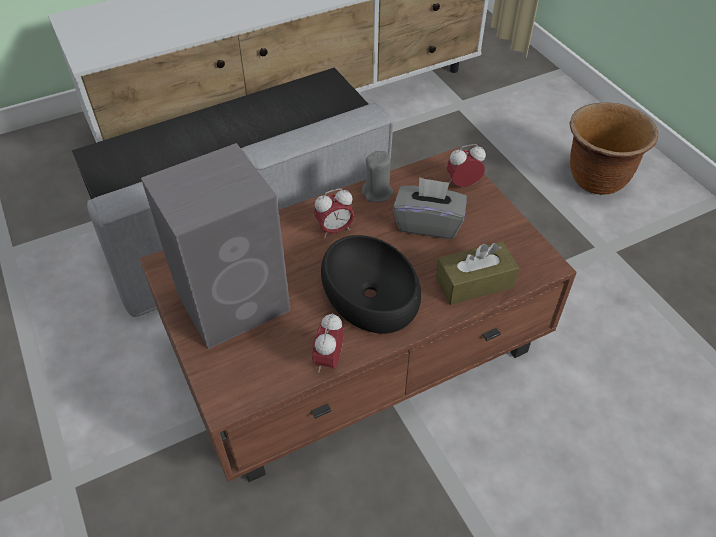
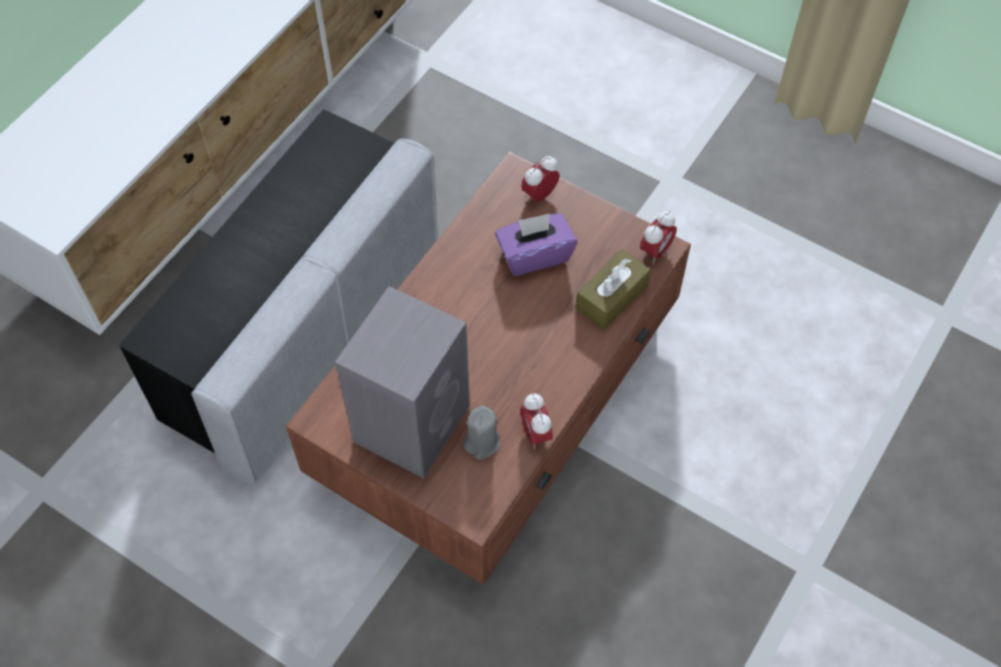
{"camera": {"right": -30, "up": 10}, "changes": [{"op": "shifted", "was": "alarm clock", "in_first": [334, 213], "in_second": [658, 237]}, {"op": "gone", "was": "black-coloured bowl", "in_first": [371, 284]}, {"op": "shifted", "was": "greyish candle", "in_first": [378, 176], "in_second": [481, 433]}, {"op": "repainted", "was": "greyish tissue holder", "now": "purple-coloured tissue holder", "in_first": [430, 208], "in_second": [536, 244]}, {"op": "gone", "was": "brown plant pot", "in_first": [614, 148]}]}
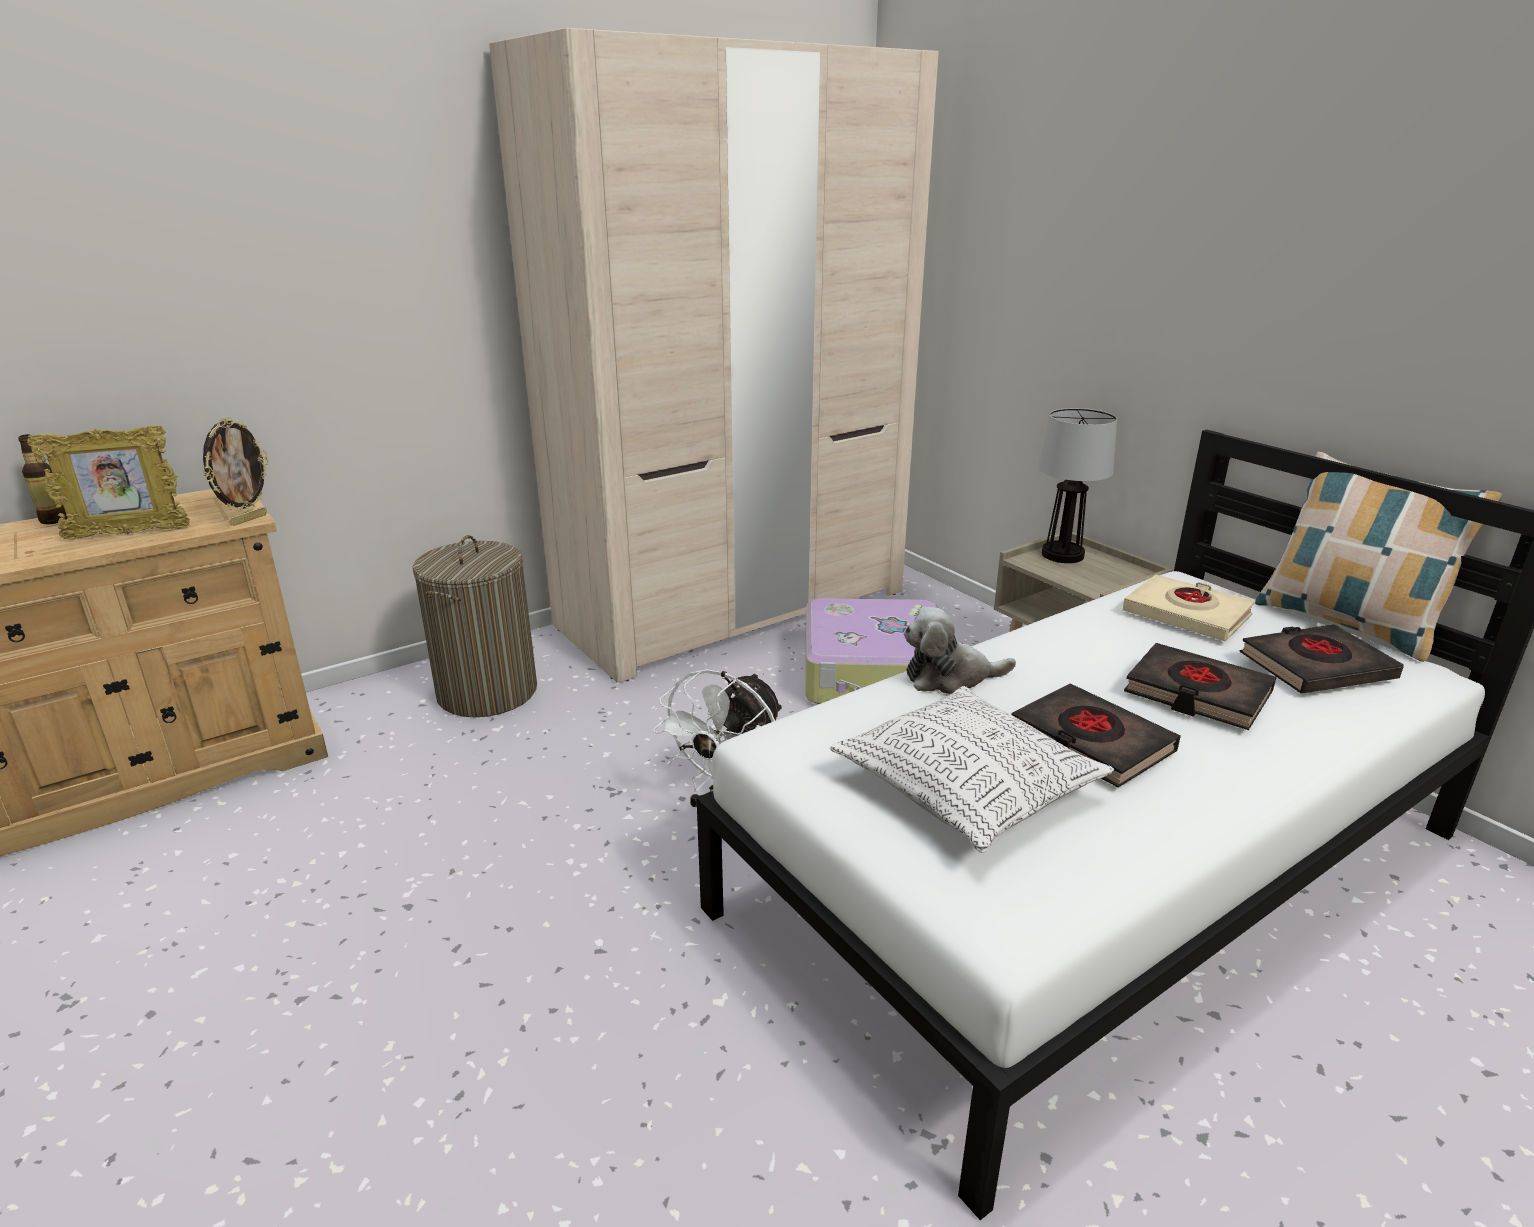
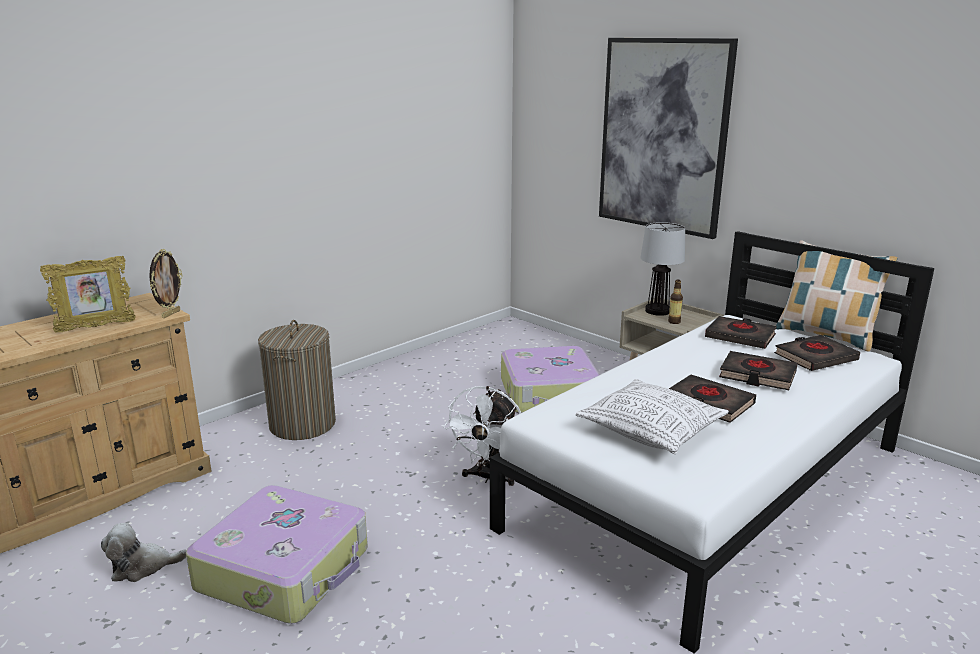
{"camera": {"right": -10, "up": -5}, "changes": [{"op": "shifted", "was": "drink bottle", "in_first": [43, 479], "in_second": [675, 302]}, {"op": "gone", "was": "beige-coloured wardrobe", "in_first": [714, 355]}, {"op": "shifted", "was": "plush toy", "in_first": [960, 650], "in_second": [144, 552]}, {"op": "repainted", "was": "beige-coloured book", "now": "black-coloured book", "in_first": [1188, 608], "in_second": [741, 332]}, {"op": "new", "now": "travel case", "in_second": [277, 554]}, {"op": "new", "now": "picture", "in_second": [668, 138]}]}
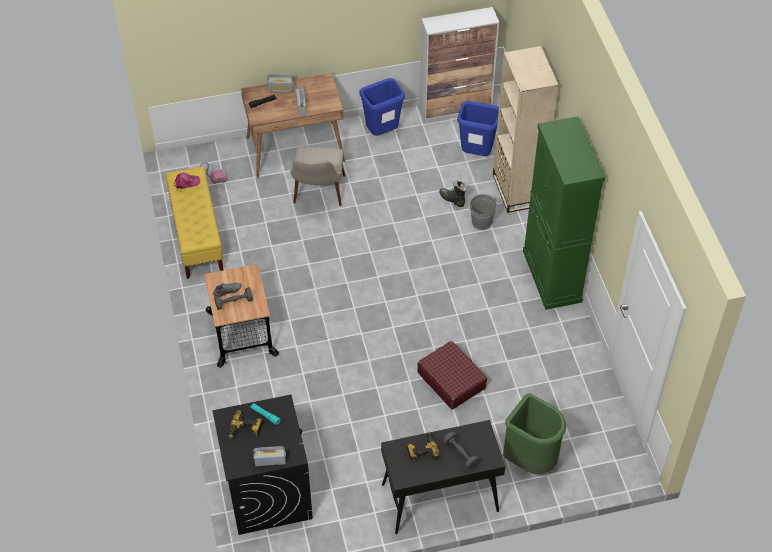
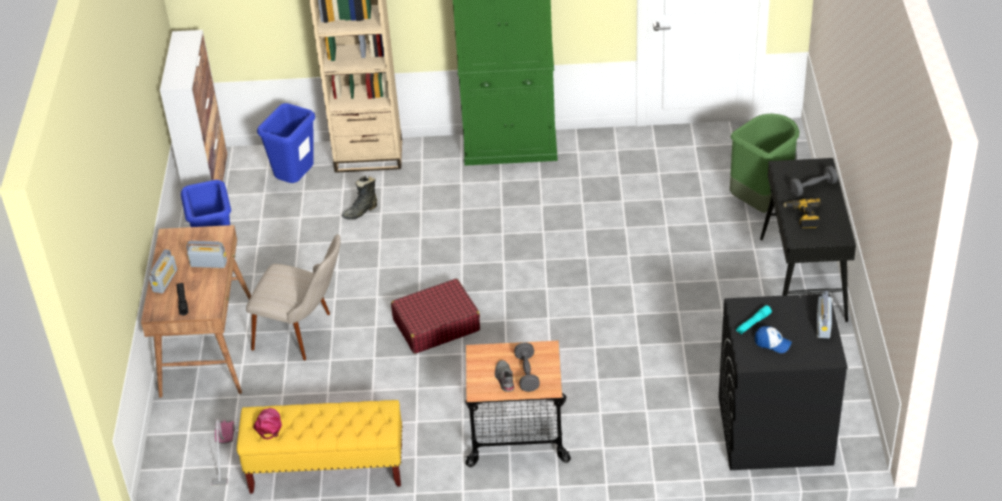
{"camera": {"right": -75, "up": -10}, "changes": [{"op": "swapped", "was": "drill", "now": "baseball cap", "in_first": [246, 424], "in_second": [773, 339]}, {"op": "shifted", "was": "red travel case", "in_first": [452, 375], "in_second": [435, 316]}, {"op": "gone", "was": "greyish pail", "in_first": [483, 212]}]}
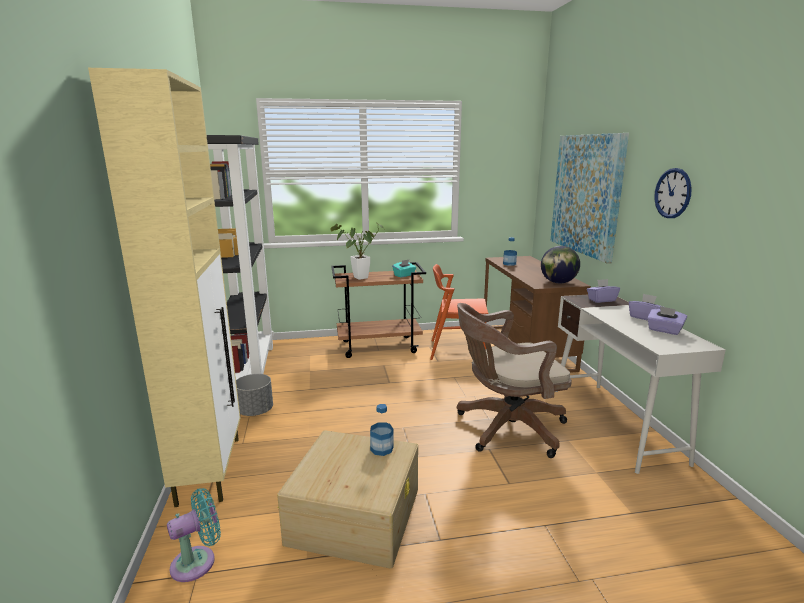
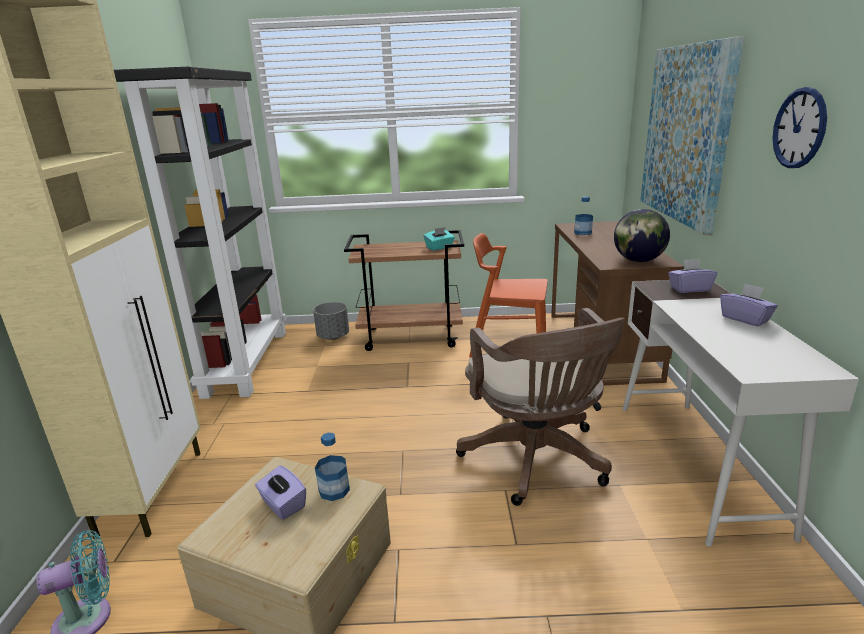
{"camera": {"right": 10, "up": 5}, "changes": [{"op": "shifted", "was": "greyish plant pot", "in_first": [254, 395], "in_second": [331, 321]}, {"op": "gone", "was": "potted plant", "in_first": [357, 252]}, {"op": "rotated", "was": "brown computer chair", "in_first": [514, 380], "in_second": [540, 407], "clockwise": -105}, {"op": "shifted", "was": "purple-coloured tissue holder", "in_first": [667, 320], "in_second": [280, 493]}]}
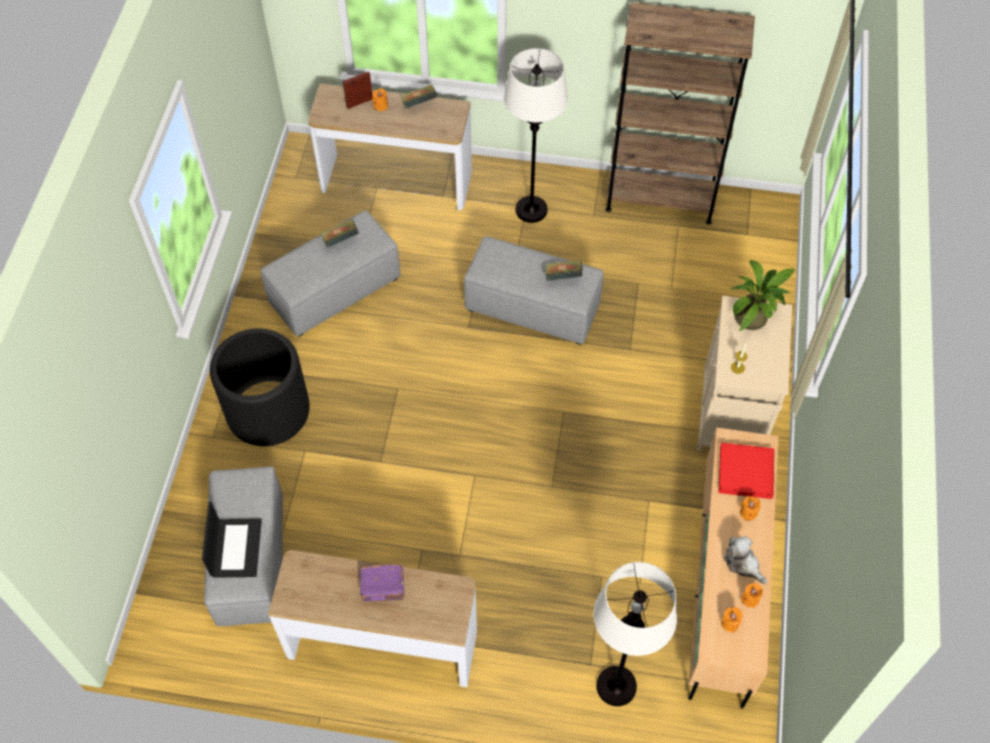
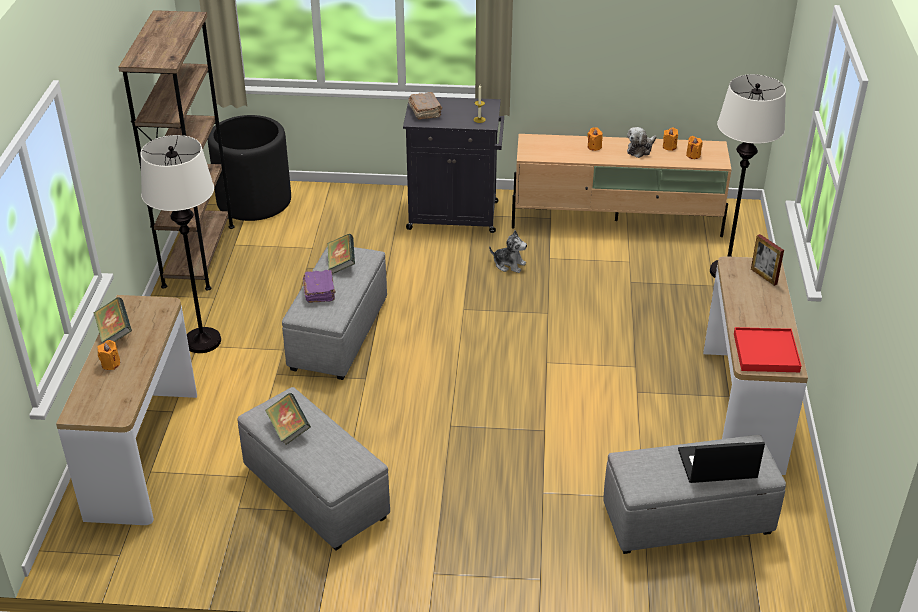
{"camera": {"right": -95, "up": -20}, "changes": [{"op": "shifted", "was": "black-coloured plant pot", "in_first": [260, 387], "in_second": [249, 168]}, {"op": "shifted", "was": "photo frame", "in_first": [358, 90], "in_second": [767, 260]}, {"op": "shifted", "was": "purple-coloured book", "in_first": [382, 582], "in_second": [319, 286]}, {"op": "repainted", "was": "beige-coloured cupboard", "now": "black-coloured cupboard", "in_first": [744, 374], "in_second": [453, 164]}, {"op": "shifted", "was": "red carrying tray", "in_first": [746, 471], "in_second": [768, 349]}, {"op": "swapped", "was": "potted plant", "now": "brown book", "in_first": [762, 295], "in_second": [425, 106]}, {"op": "new", "now": "plush toy", "in_second": [508, 251]}]}
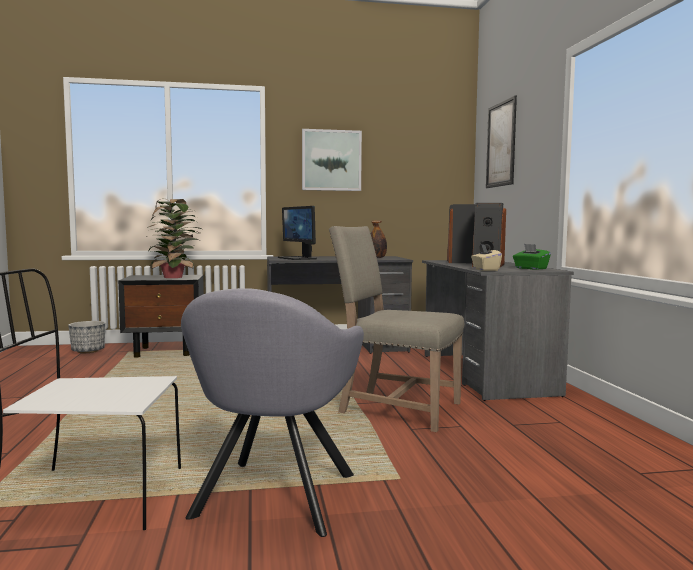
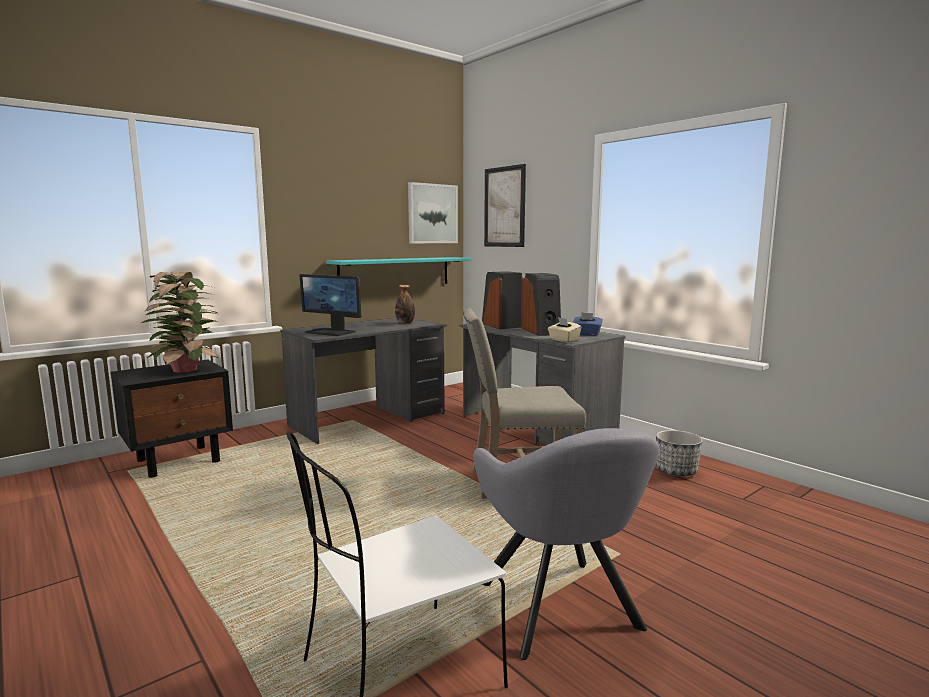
{"camera": {"right": -30, "up": 5}, "changes": [{"op": "shifted", "was": "plant pot", "in_first": [86, 337], "in_second": [679, 453]}, {"op": "shifted", "was": "picture", "in_first": [332, 160], "in_second": [433, 212]}, {"op": "repainted", "was": "green tissue holder", "now": "bluish tissue holder", "in_first": [532, 257], "in_second": [587, 323]}, {"op": "new", "now": "turquoise bracket shelf", "in_second": [398, 270]}]}
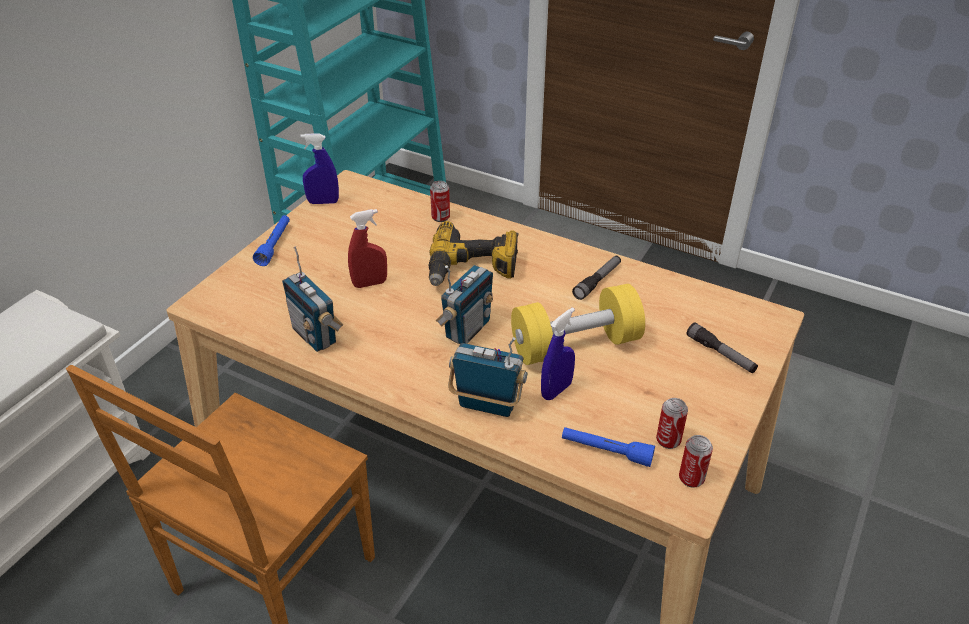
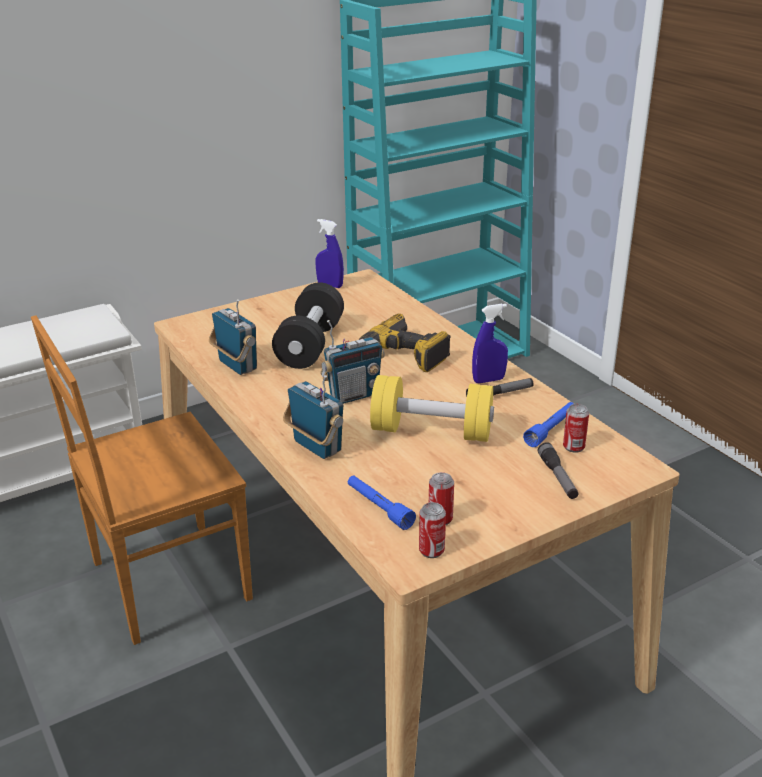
{"camera": {"right": 30, "up": -10}, "changes": [{"op": "shifted", "was": "bluish hand torch", "in_first": [271, 240], "in_second": [548, 424]}, {"op": "rotated", "was": "radio set", "in_first": [312, 299], "in_second": [233, 337], "clockwise": 150}, {"op": "swapped", "was": "red sprayer", "now": "black-coloured free weight", "in_first": [367, 248], "in_second": [308, 325]}, {"op": "shifted", "was": "metal can", "in_first": [440, 201], "in_second": [576, 428]}, {"op": "shifted", "was": "bluish sprayer", "in_first": [558, 353], "in_second": [490, 343]}]}
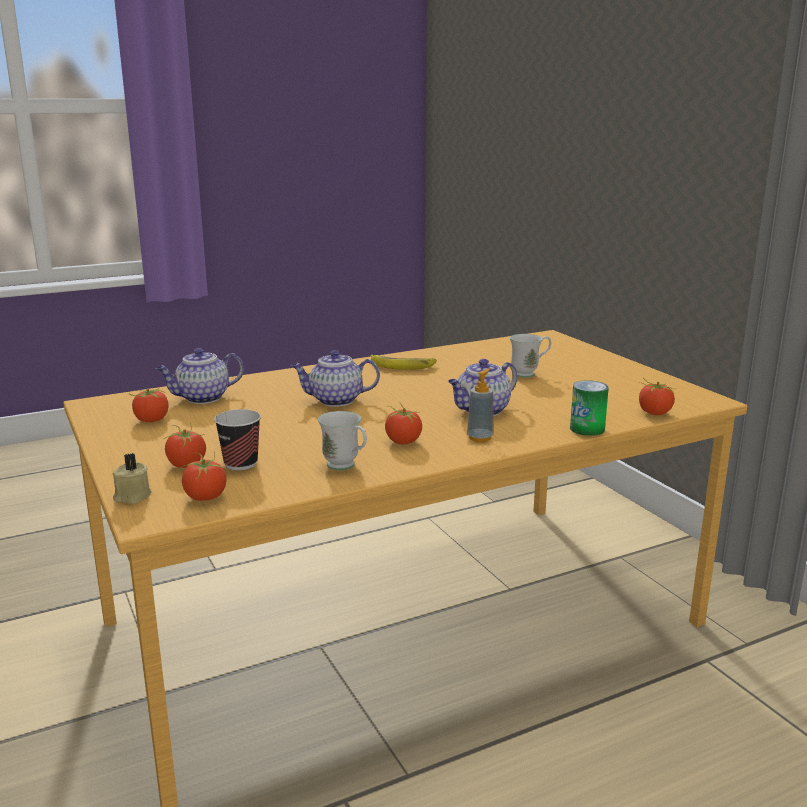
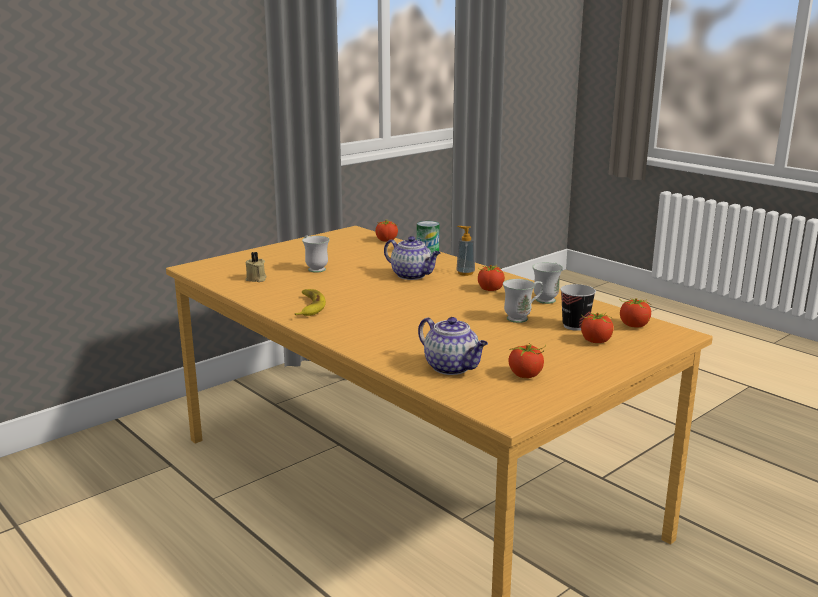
{"camera": {"right": -105, "up": 0}, "changes": [{"op": "shifted", "was": "beige-coloured candle", "in_first": [132, 478], "in_second": [256, 267]}, {"op": "gone", "was": "pot for tea", "in_first": [335, 378]}, {"op": "new", "now": "white coffee mug", "in_second": [523, 301]}]}
